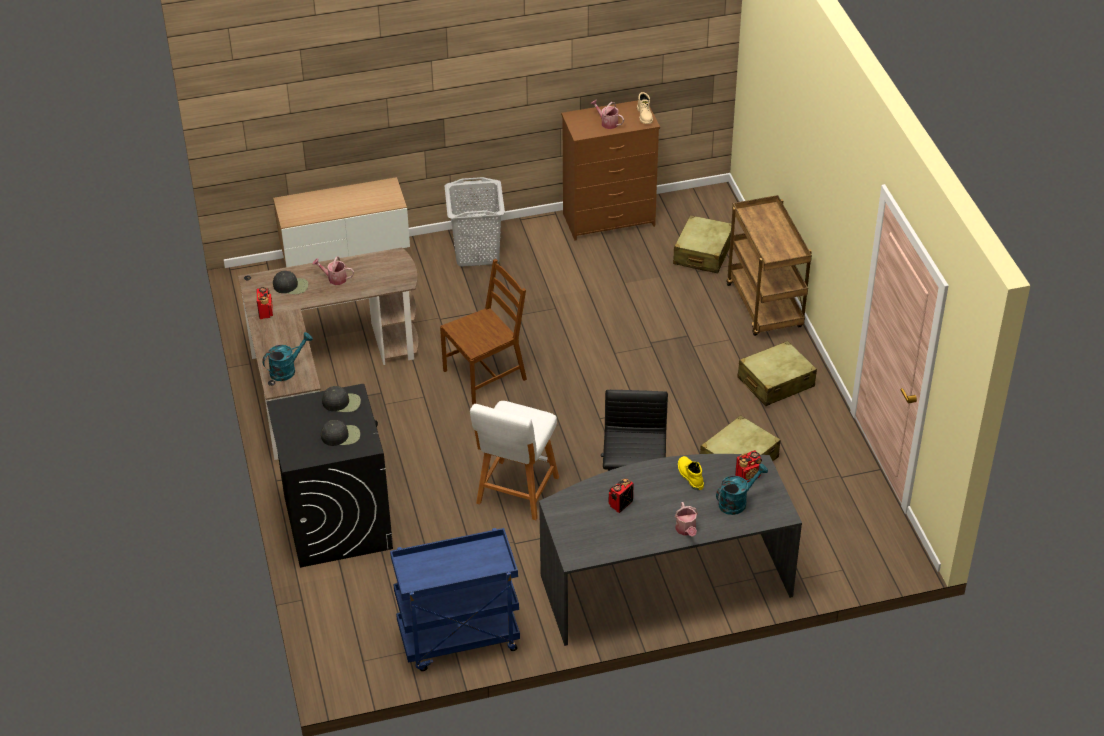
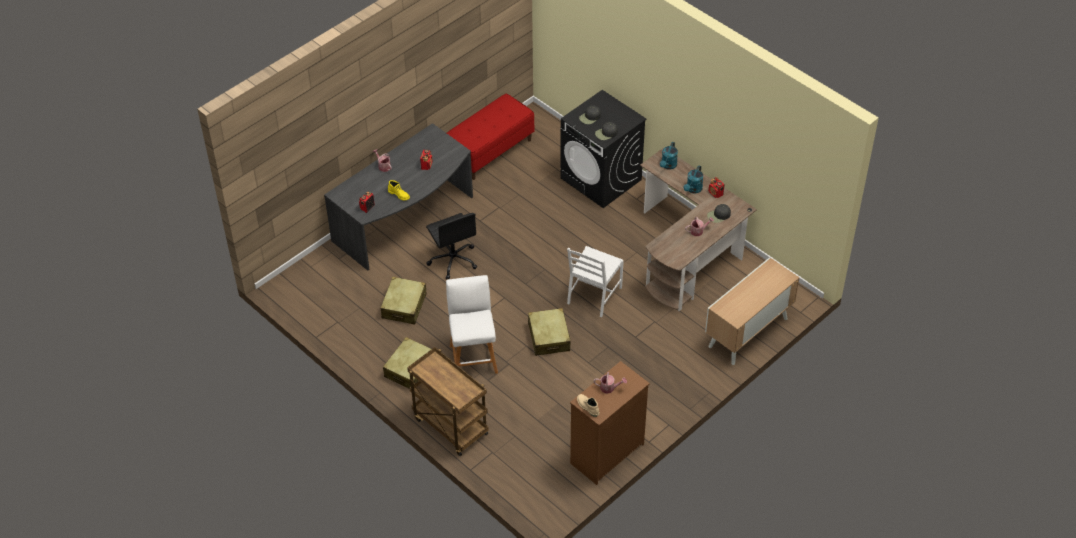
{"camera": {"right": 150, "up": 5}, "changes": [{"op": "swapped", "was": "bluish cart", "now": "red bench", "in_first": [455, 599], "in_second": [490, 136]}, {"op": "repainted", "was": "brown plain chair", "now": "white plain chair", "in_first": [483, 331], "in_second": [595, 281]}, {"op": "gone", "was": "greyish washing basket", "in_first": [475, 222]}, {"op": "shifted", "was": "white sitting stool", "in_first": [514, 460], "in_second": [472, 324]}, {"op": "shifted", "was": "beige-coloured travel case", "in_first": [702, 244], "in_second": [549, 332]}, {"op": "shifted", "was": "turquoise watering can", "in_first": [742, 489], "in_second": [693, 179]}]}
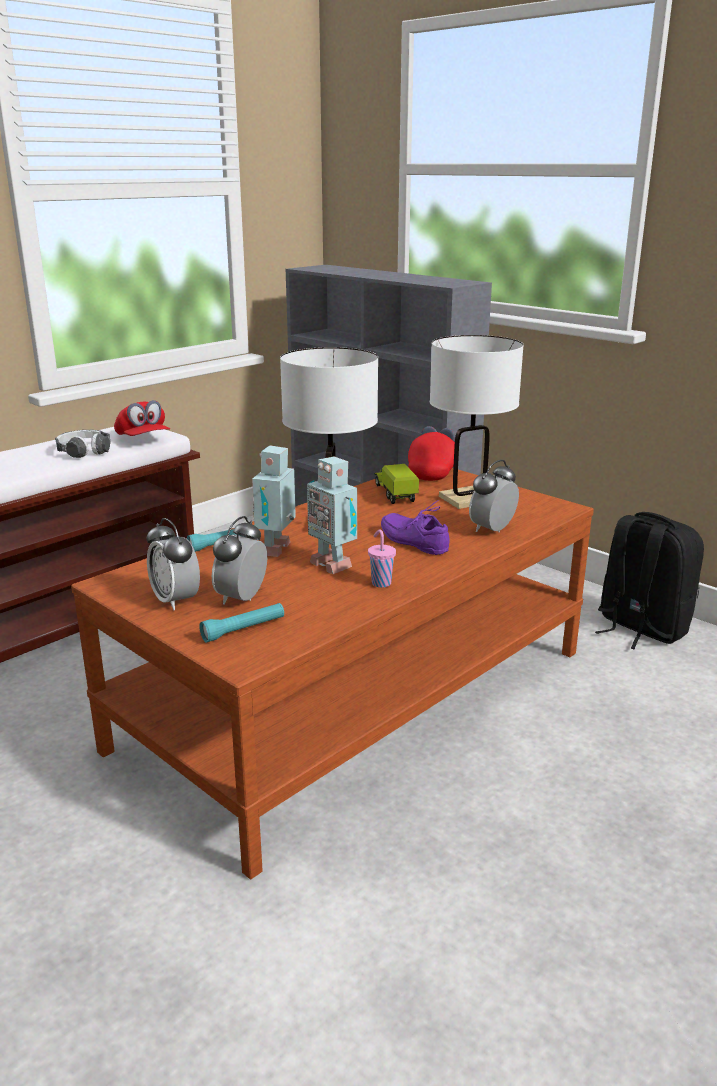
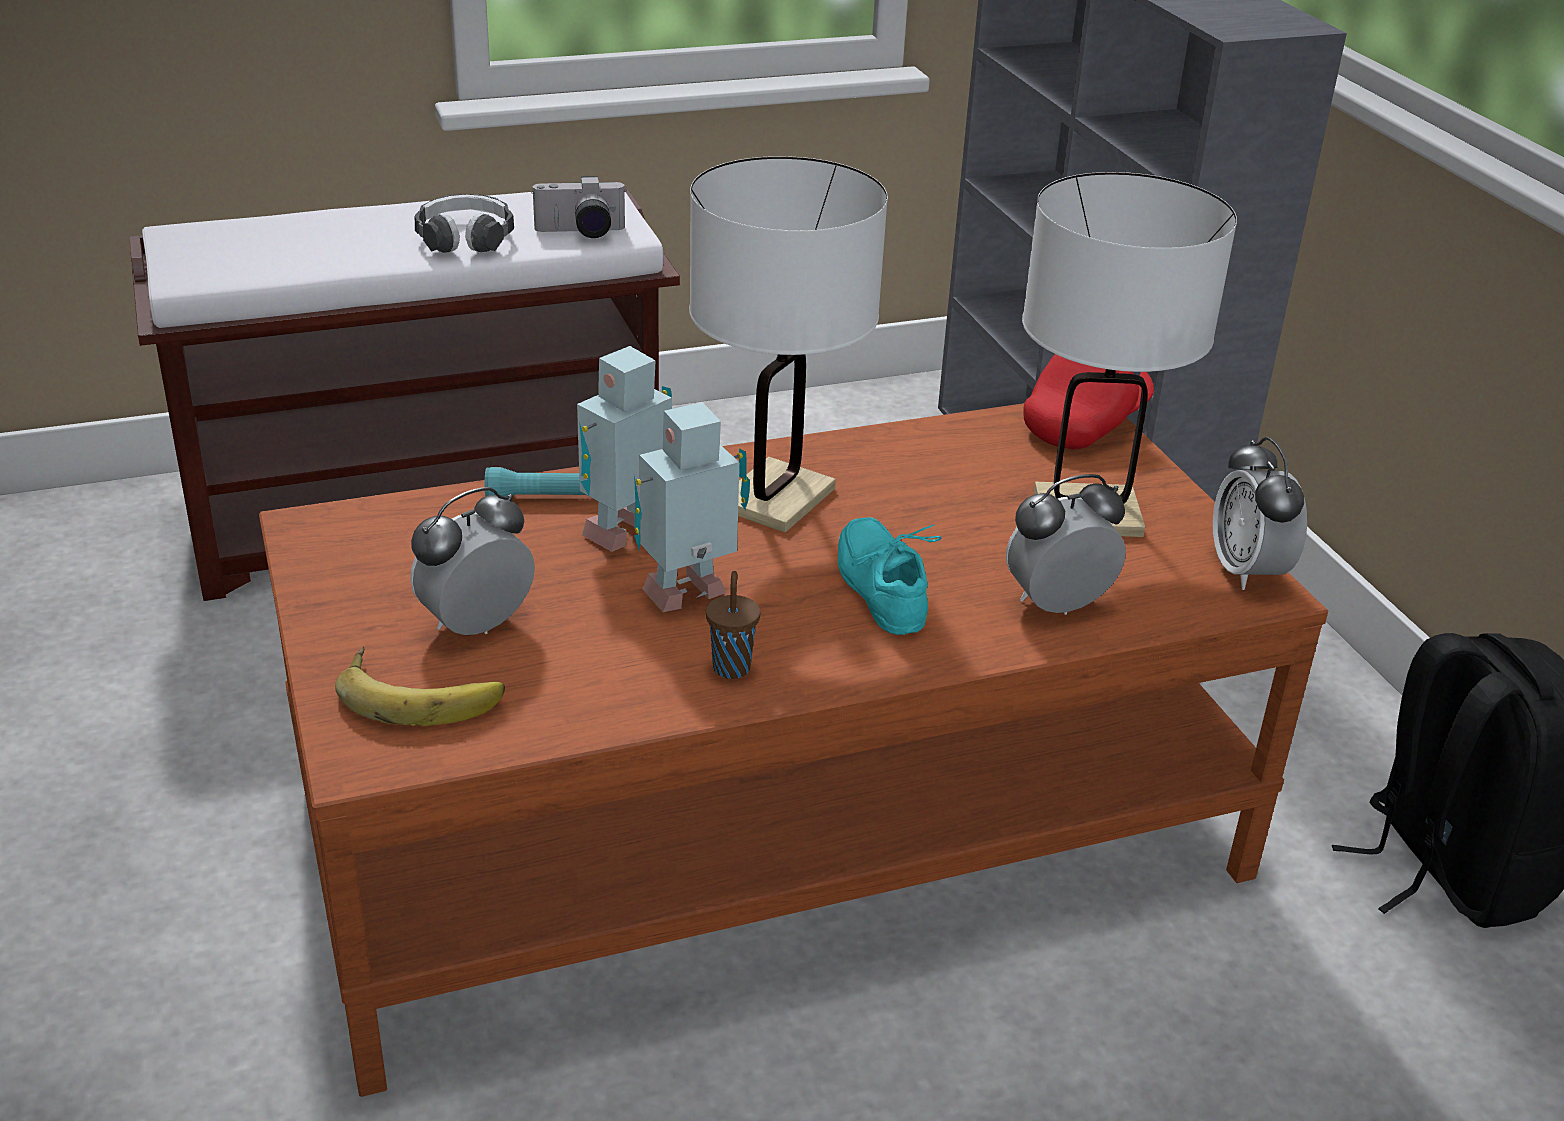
{"camera": {"right": 25, "up": 10}, "changes": [{"op": "swapped", "was": "red baseball cap", "now": "photo camera", "in_first": [142, 418], "in_second": [579, 207]}, {"op": "shifted", "was": "alarm clock", "in_first": [173, 564], "in_second": [1260, 513]}, {"op": "swapped", "was": "turquoise hand torch", "now": "whole banana", "in_first": [241, 622], "in_second": [420, 686]}, {"op": "rotated", "was": "model robot", "in_first": [332, 515], "in_second": [692, 507], "clockwise": 75}, {"op": "repainted", "was": "pink small cup", "now": "brown small cup", "in_first": [382, 558], "in_second": [733, 625]}, {"op": "gone", "was": "model truck", "in_first": [397, 484]}, {"op": "repainted", "was": "purple-coloured low shoe", "now": "turquoise low shoe", "in_first": [415, 527], "in_second": [889, 576]}]}
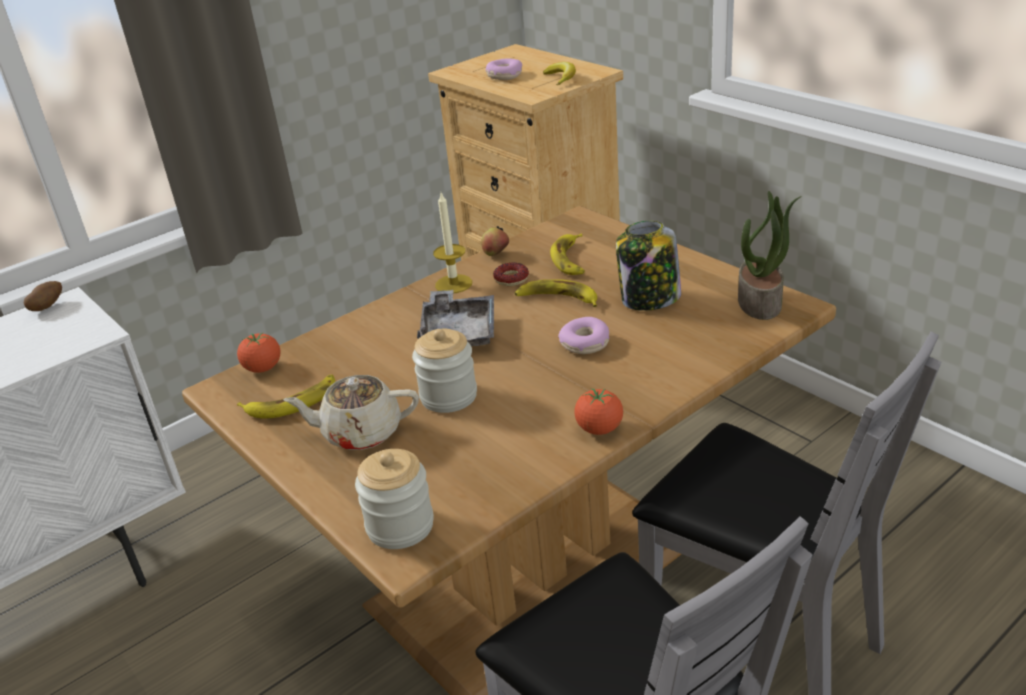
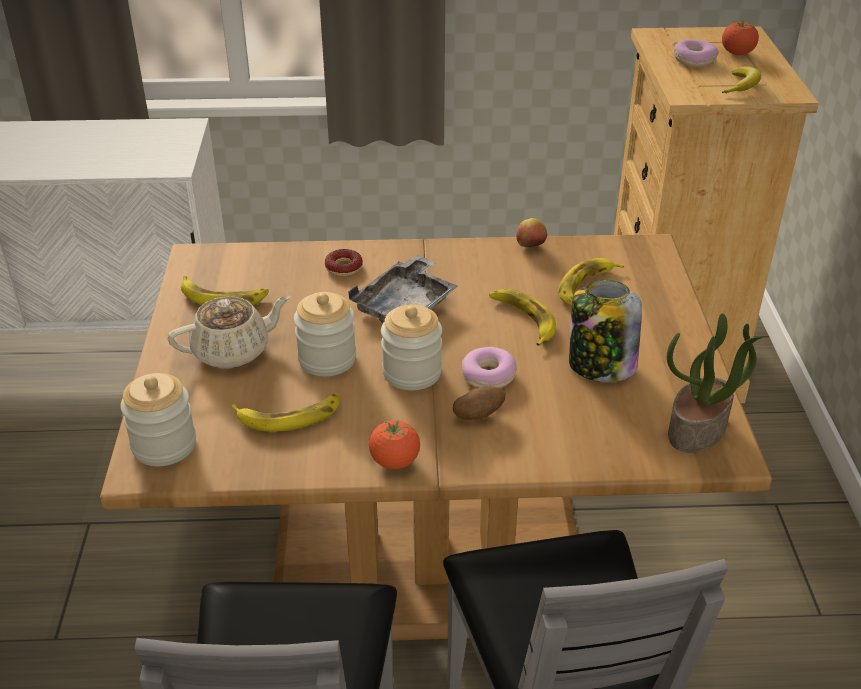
{"camera": {"right": 35, "up": 5}, "changes": [{"op": "shifted", "was": "potato", "in_first": [43, 296], "in_second": [479, 403]}, {"op": "shifted", "was": "whole tomato", "in_first": [259, 353], "in_second": [740, 37]}, {"op": "rotated", "was": "beige-coloured pot for tea", "in_first": [351, 412], "in_second": [229, 332], "clockwise": 120}, {"op": "gone", "was": "candle", "in_first": [452, 243]}, {"op": "shifted", "was": "ring doughnut", "in_first": [511, 274], "in_second": [344, 262]}, {"op": "new", "now": "whole banana", "in_second": [285, 412]}, {"op": "new", "now": "preserve jar", "in_second": [411, 347]}]}
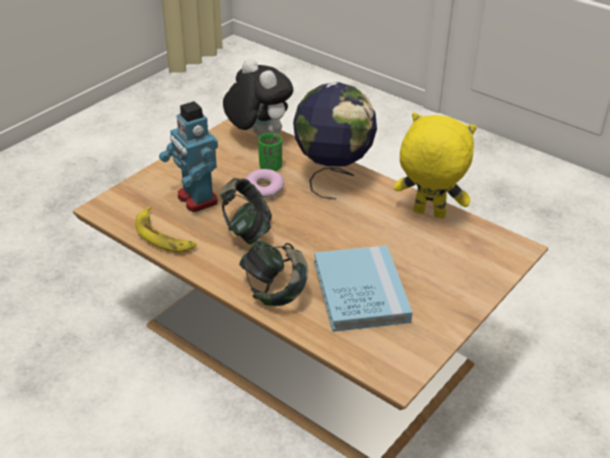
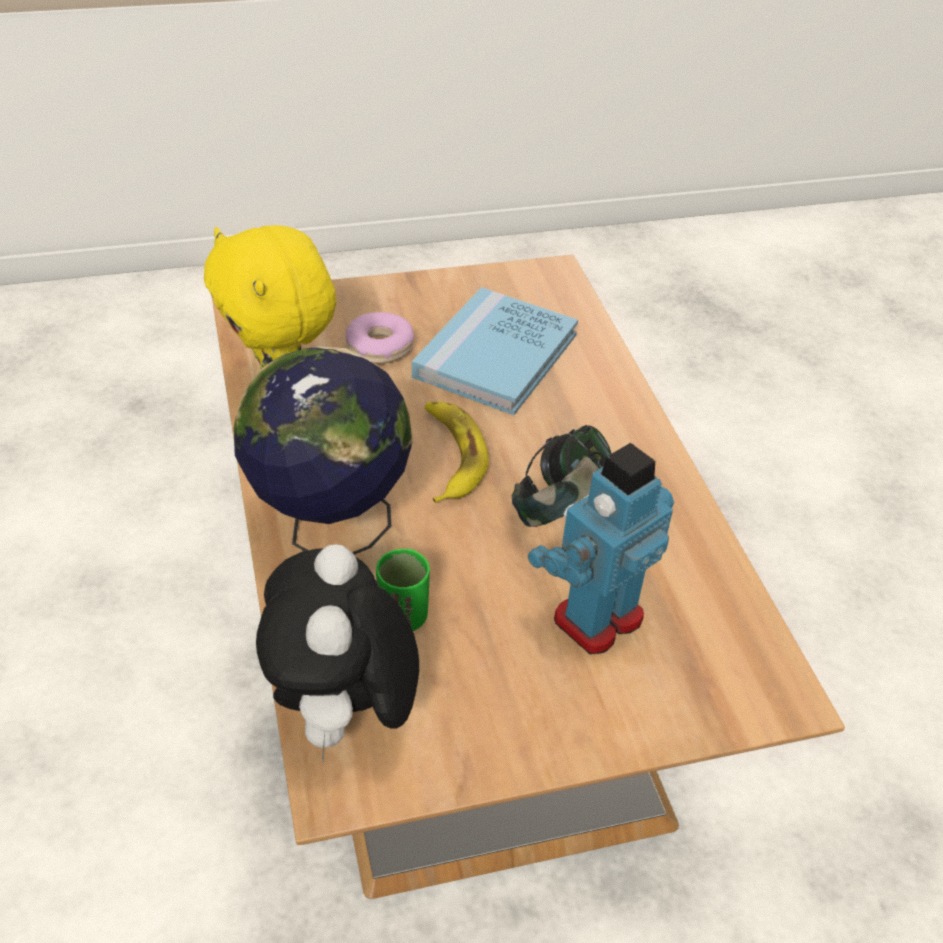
{"camera": {"right": -145, "up": 5}, "changes": [{"op": "shifted", "was": "whole banana", "in_first": [166, 229], "in_second": [457, 452]}, {"op": "rotated", "was": "model robot", "in_first": [188, 156], "in_second": [601, 548], "clockwise": -135}, {"op": "gone", "was": "pair of headphones", "in_first": [273, 273]}, {"op": "shifted", "was": "ring doughnut", "in_first": [265, 184], "in_second": [380, 338]}]}
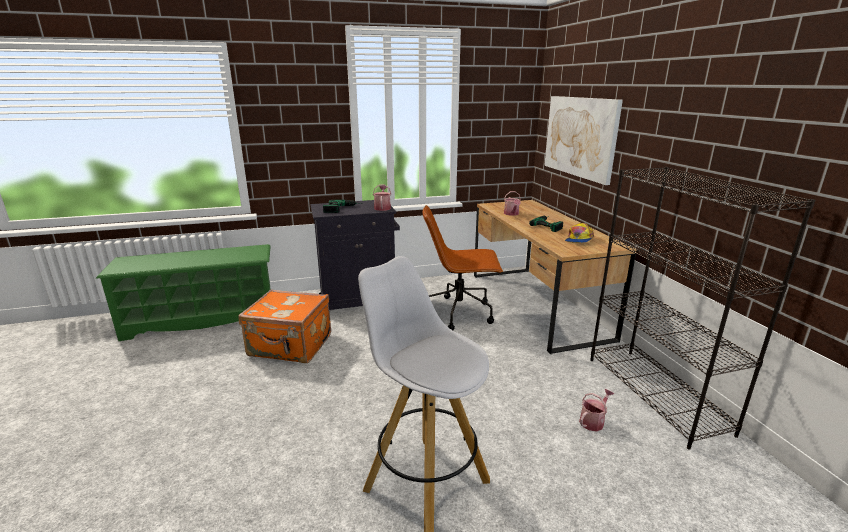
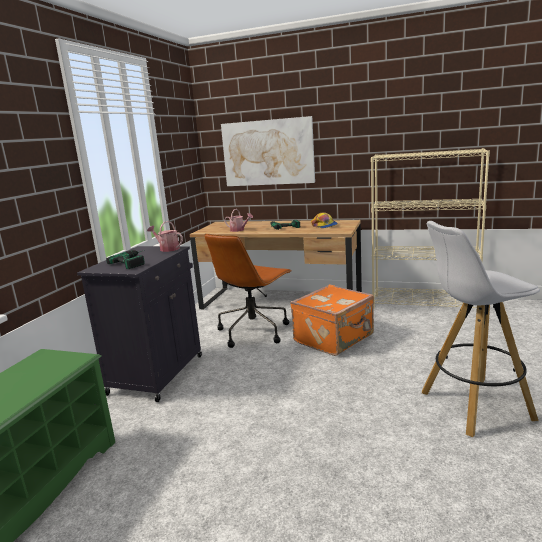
{"camera": {"right": -55, "up": -5}, "changes": [{"op": "shifted", "was": "orange travel case", "in_first": [284, 326], "in_second": [332, 320]}, {"op": "gone", "was": "watering can", "in_first": [596, 410]}, {"op": "repainted", "was": "black-coloured bookcase", "now": "beige-coloured bookcase", "in_first": [702, 308], "in_second": [430, 228]}]}
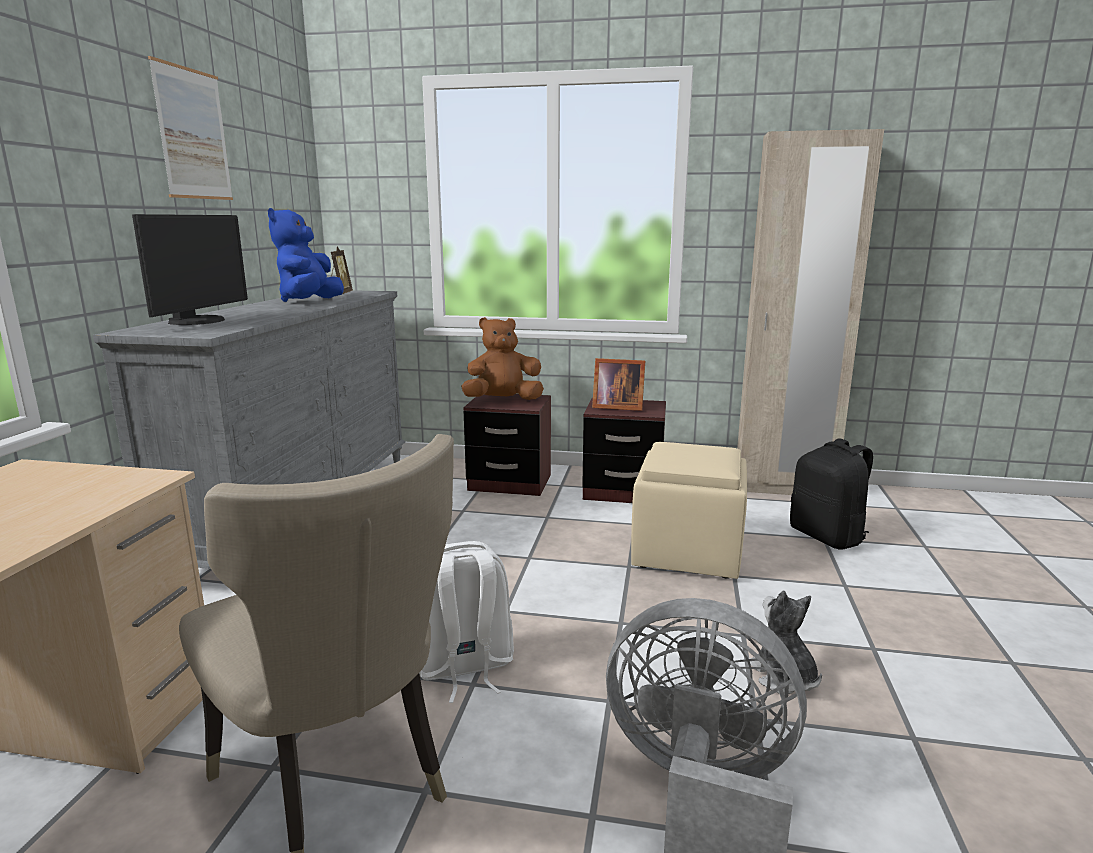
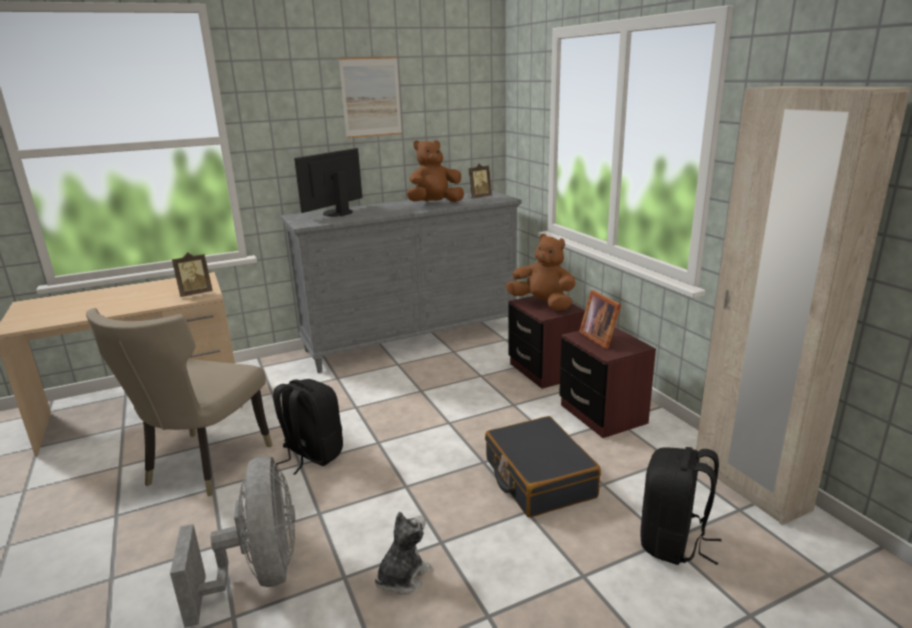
{"camera": {"right": 55, "up": 5}, "changes": [{"op": "rotated", "was": "monitor", "in_first": [190, 269], "in_second": [328, 182], "clockwise": 150}, {"op": "repainted", "was": "bluish plush toy", "now": "brown plush toy", "in_first": [306, 255], "in_second": [435, 171]}, {"op": "repainted", "was": "white backpack", "now": "black-coloured backpack", "in_first": [466, 622], "in_second": [308, 427]}, {"op": "swapped", "was": "beige-coloured ottoman", "now": "black-coloured travel case", "in_first": [689, 510], "in_second": [543, 467]}, {"op": "new", "now": "photo frame", "in_second": [192, 274]}]}
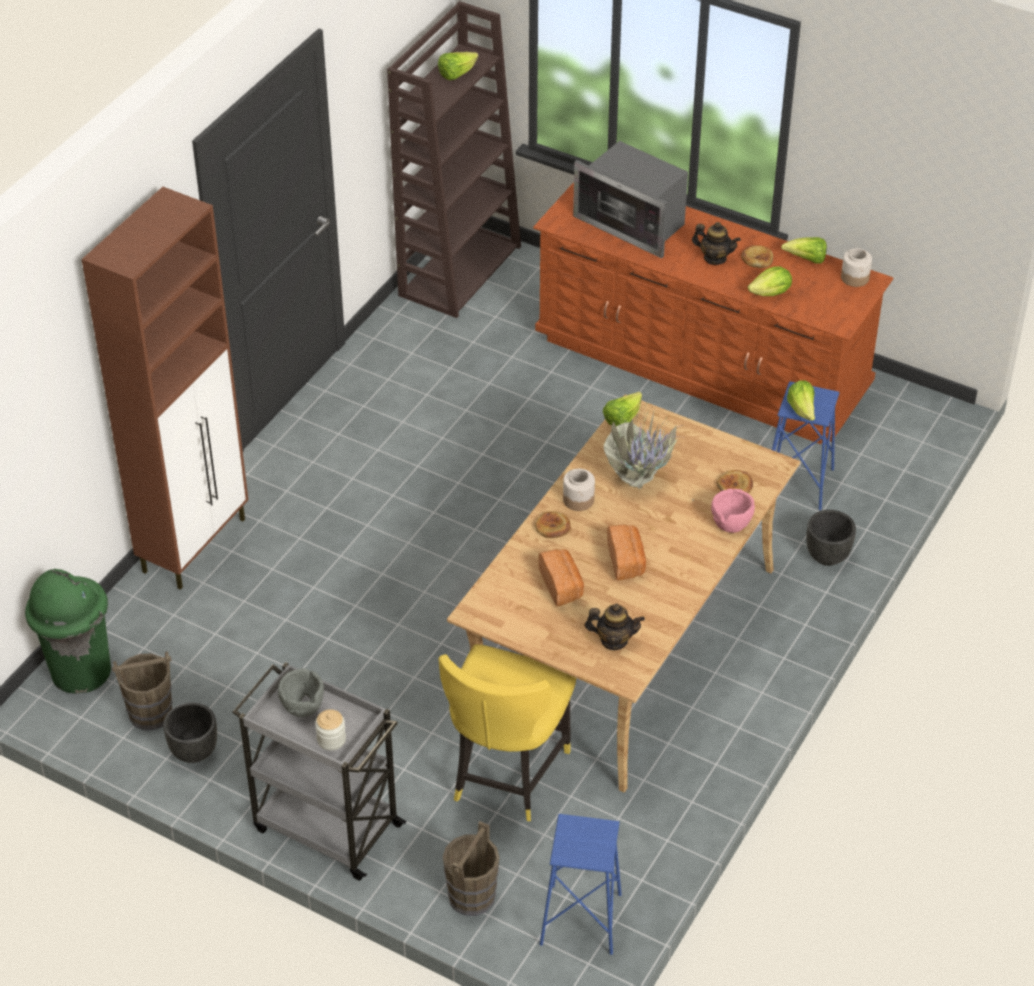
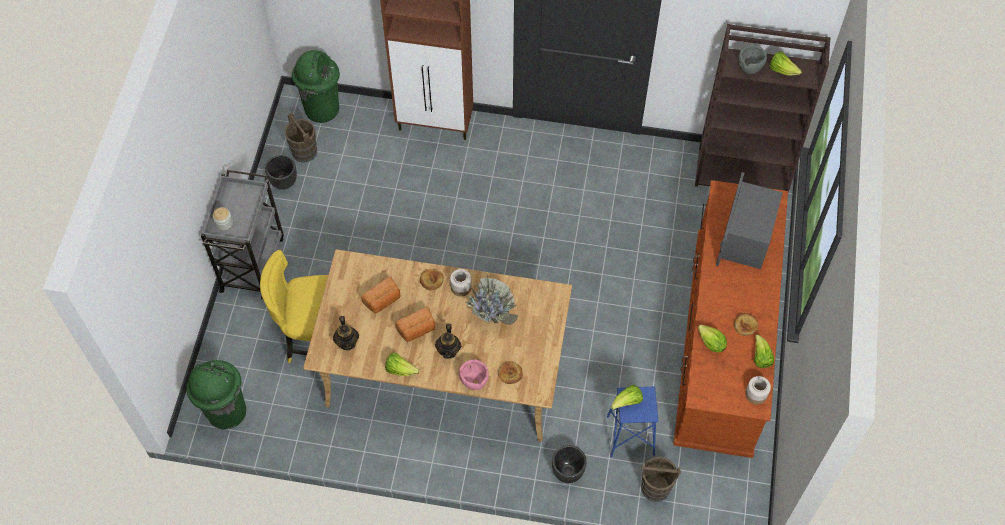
{"camera": {"right": 70, "up": 15}, "changes": [{"op": "shifted", "was": "greyish bowl", "in_first": [301, 692], "in_second": [752, 59]}, {"op": "shifted", "was": "brown pail", "in_first": [471, 868], "in_second": [661, 479]}, {"op": "swapped", "was": "bluish sitting stool", "now": "green rubbish bin", "in_first": [581, 884], "in_second": [216, 394]}, {"op": "shifted", "was": "lettuce", "in_first": [622, 409], "in_second": [402, 364]}, {"op": "shifted", "was": "pot for tea", "in_first": [716, 243], "in_second": [448, 341]}]}
